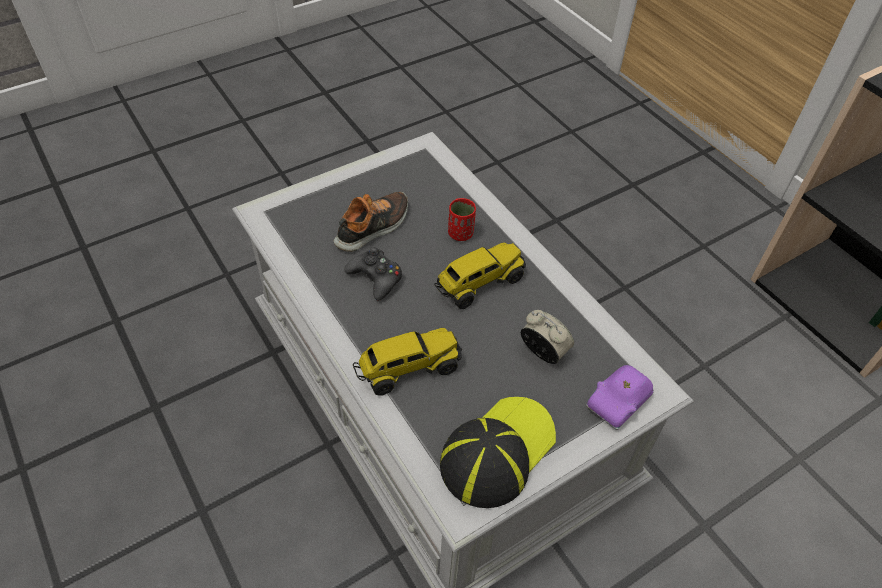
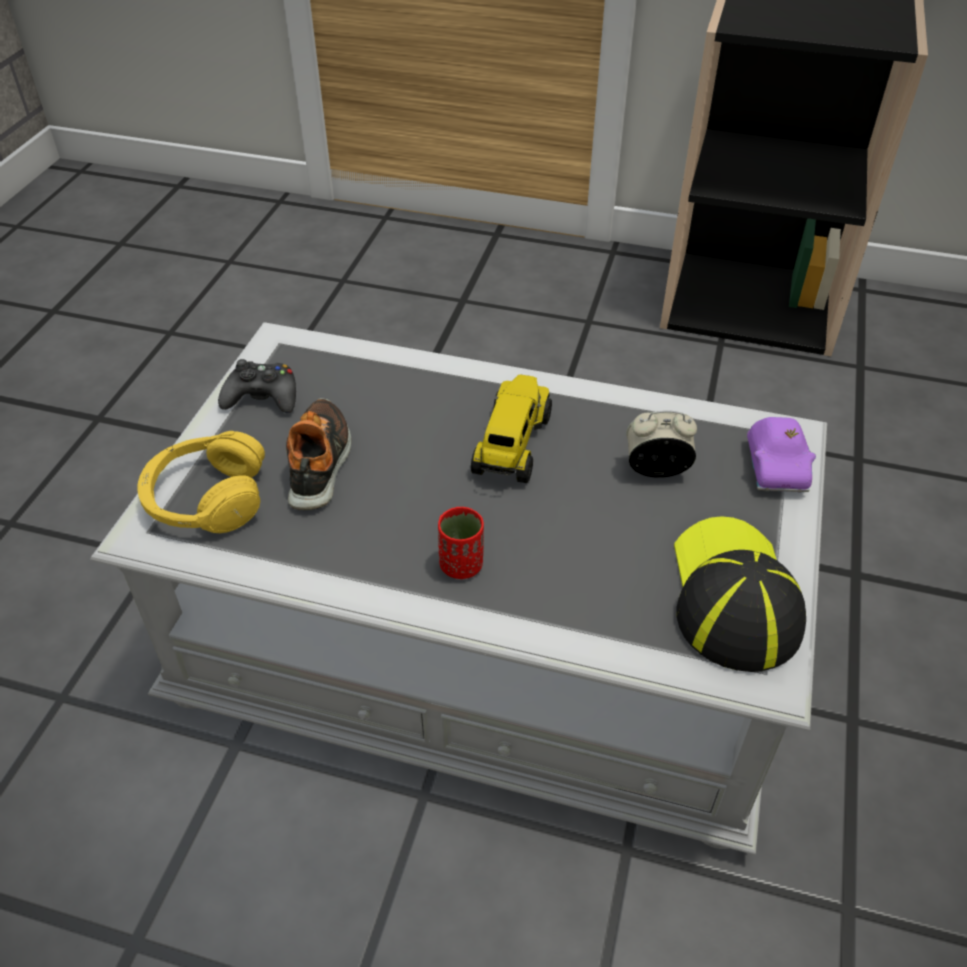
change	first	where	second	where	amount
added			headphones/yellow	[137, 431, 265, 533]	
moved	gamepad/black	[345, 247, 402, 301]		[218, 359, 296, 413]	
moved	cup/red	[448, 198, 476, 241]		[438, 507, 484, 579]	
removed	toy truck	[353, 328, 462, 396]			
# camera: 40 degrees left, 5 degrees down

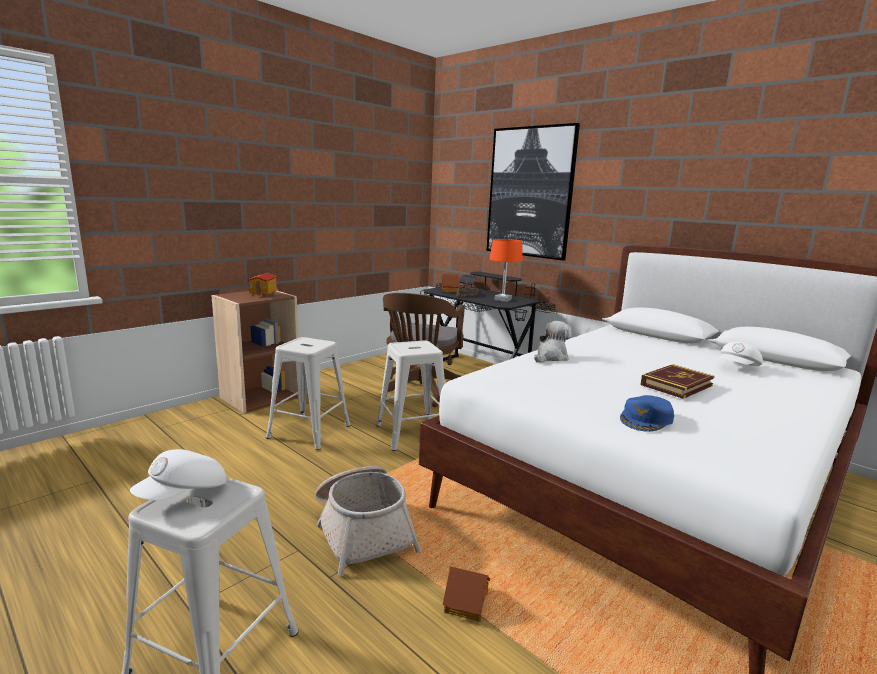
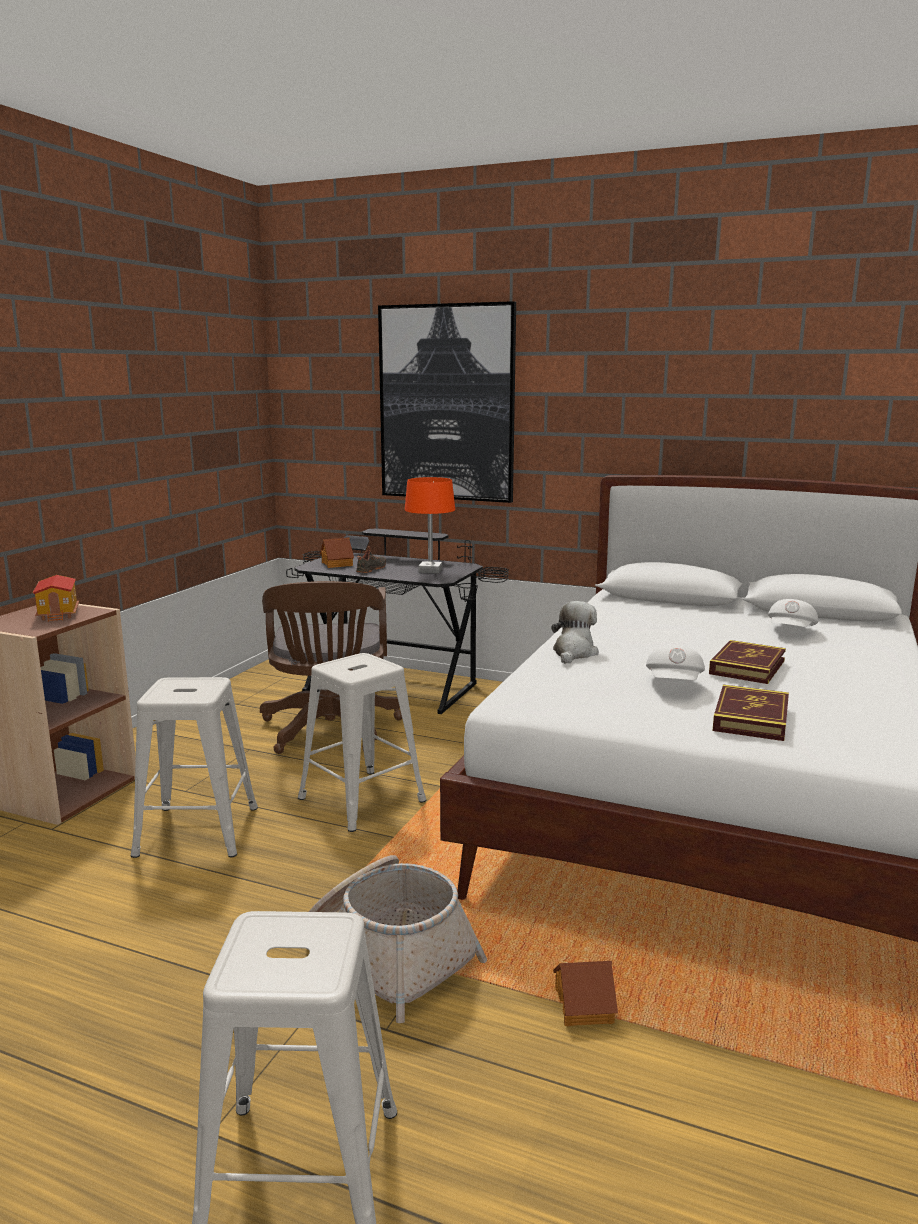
change	first	where	second	where	amount
moved	baseball cap/white	[130, 449, 227, 501]		[646, 645, 705, 680]	
replaced	baseball cap/blue-coloured	[620, 395, 674, 432]	book	[713, 685, 789, 741]	
# camera: 20 degrees left, 0 degrees up

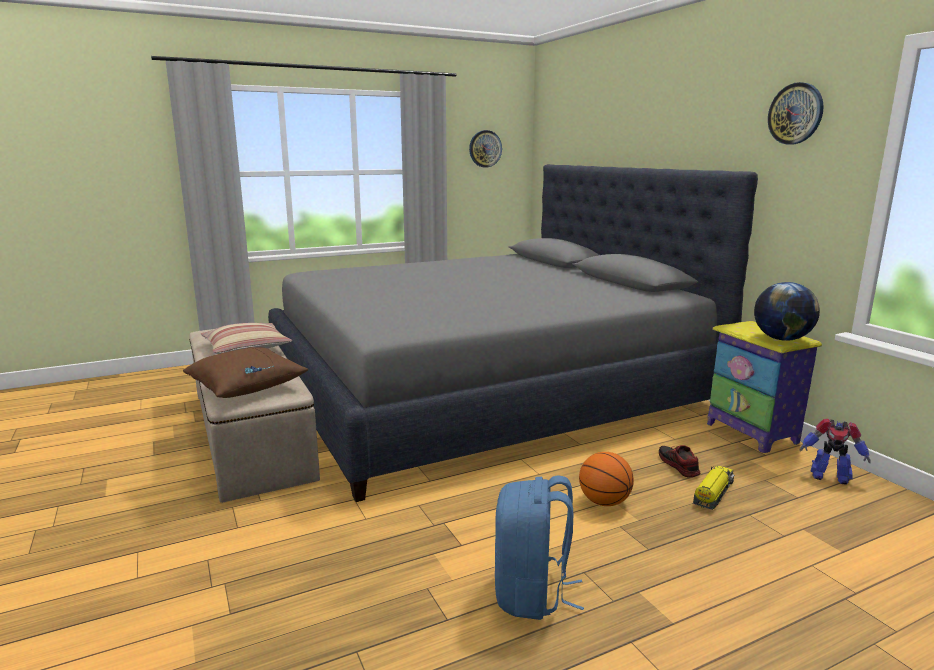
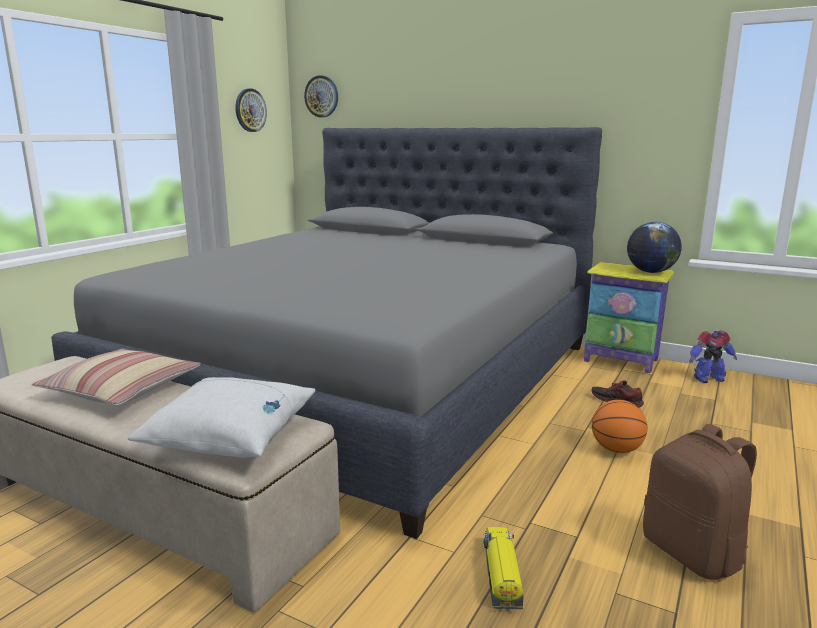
change	first	where	second	where	amount
recoloured	cushion/brownish	[183, 347, 308, 398]	cushion/grey	[128, 377, 315, 458]	
moved	clock on the wall	[768, 82, 824, 144]		[304, 75, 338, 117]	
moved	toy truck	[693, 466, 735, 510]		[483, 527, 524, 610]	
recoloured	knapsack/blue-coloured	[495, 476, 584, 620]	knapsack/brownish	[643, 424, 757, 580]	
# camera: 35 degrees left, 0 degrees up

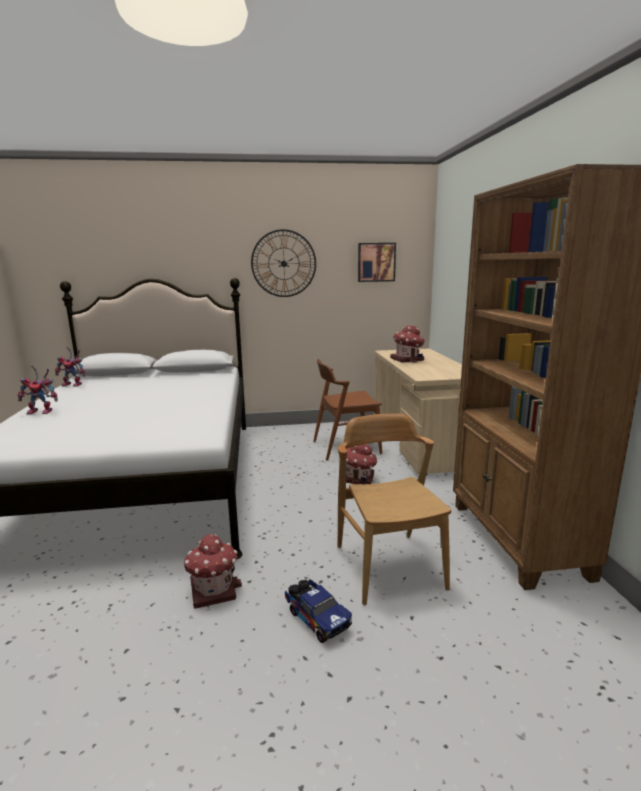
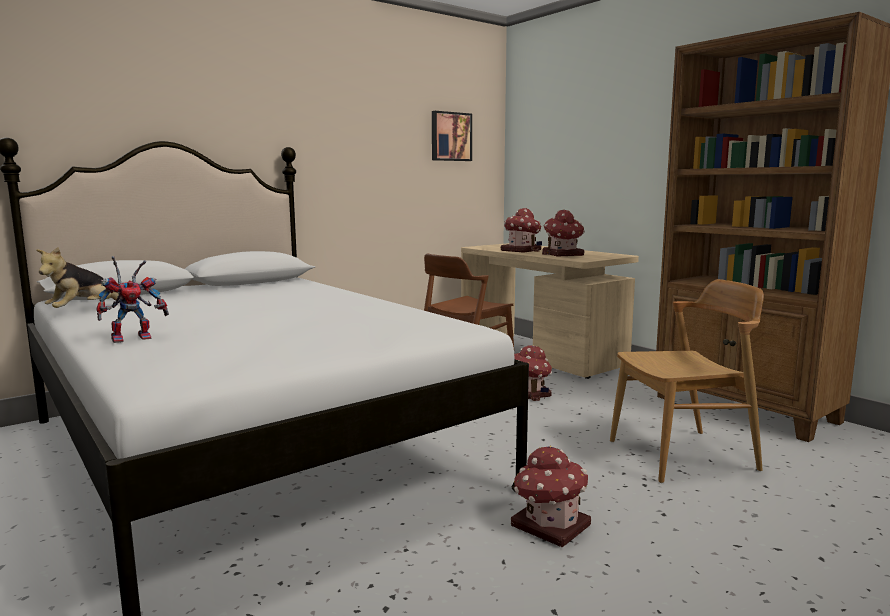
change	first	where	second	where	amount
replaced	toy robot	[55, 347, 85, 387]	cuddly toy	[36, 247, 120, 308]	
added			toy house	[542, 209, 585, 257]	
turned	chair/brownish	[338, 413, 451, 605]		[610, 279, 764, 483]	120 degrees clockwise
removed	clock on the wall	[251, 229, 316, 297]			
removed	toy truck	[285, 579, 352, 643]			
# camera: 30 degrees left, 5 degrees down

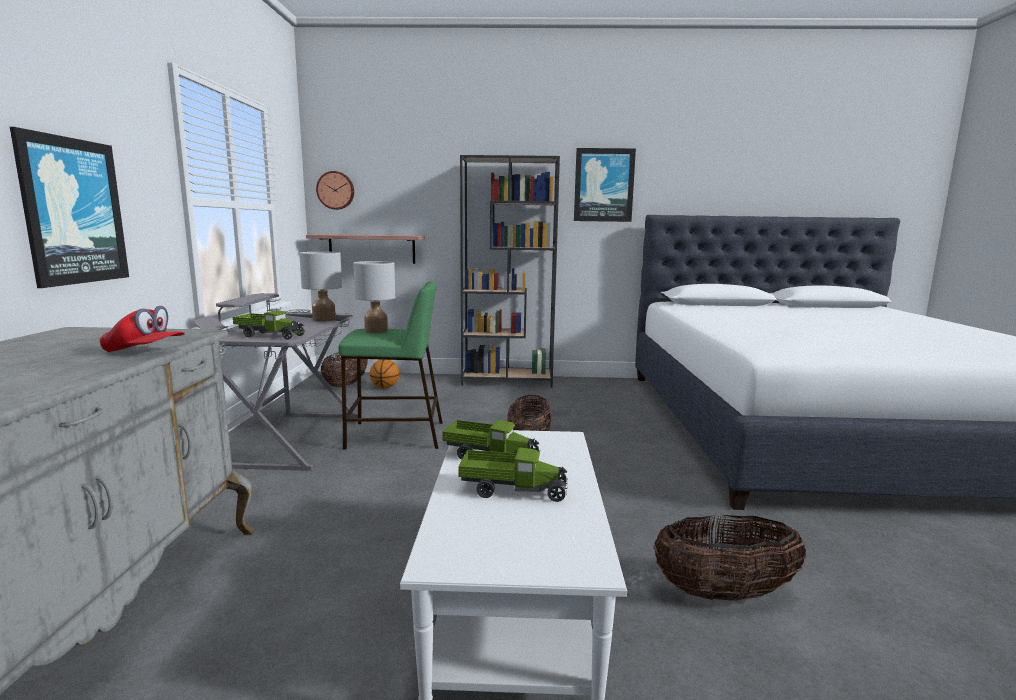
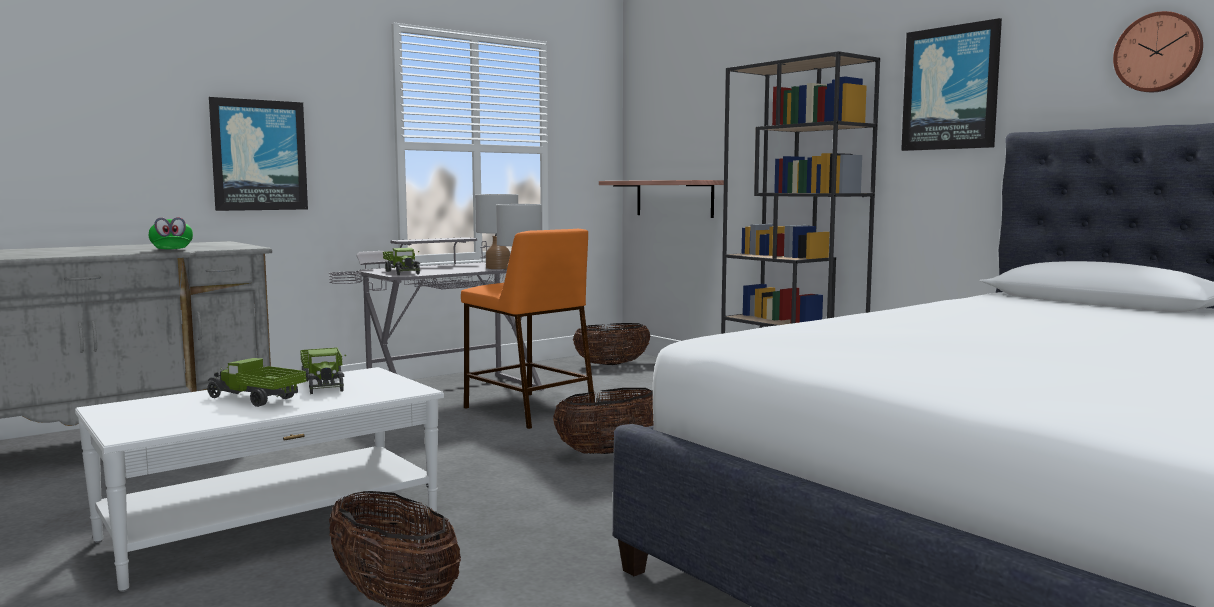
change	first	where	second	where	amount
recoloured	baseball cap/red	[100, 306, 185, 352]	baseball cap/green-coloured	[149, 217, 193, 249]	
turned	toy truck	[458, 447, 568, 502]		[207, 358, 306, 407]	150 degrees clockwise
recoloured	stool seat/green-coloured	[338, 281, 443, 450]	stool seat/orangey	[461, 229, 596, 429]	
moved	clock on the wall	[316, 171, 354, 210]		[1113, 11, 1203, 92]	
removed	ball for basketball	[370, 359, 399, 388]			
# camera: 50 degrees right, 5 degrees down

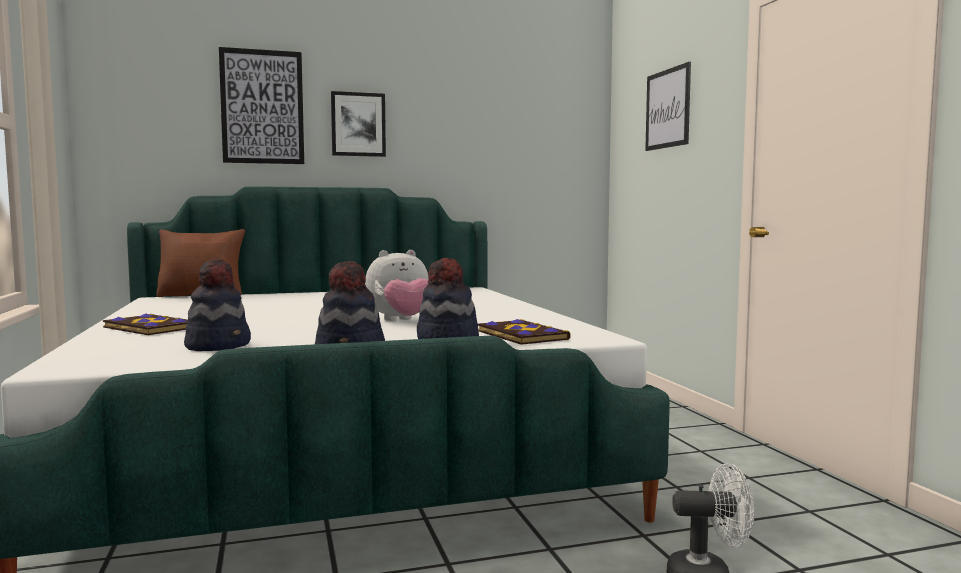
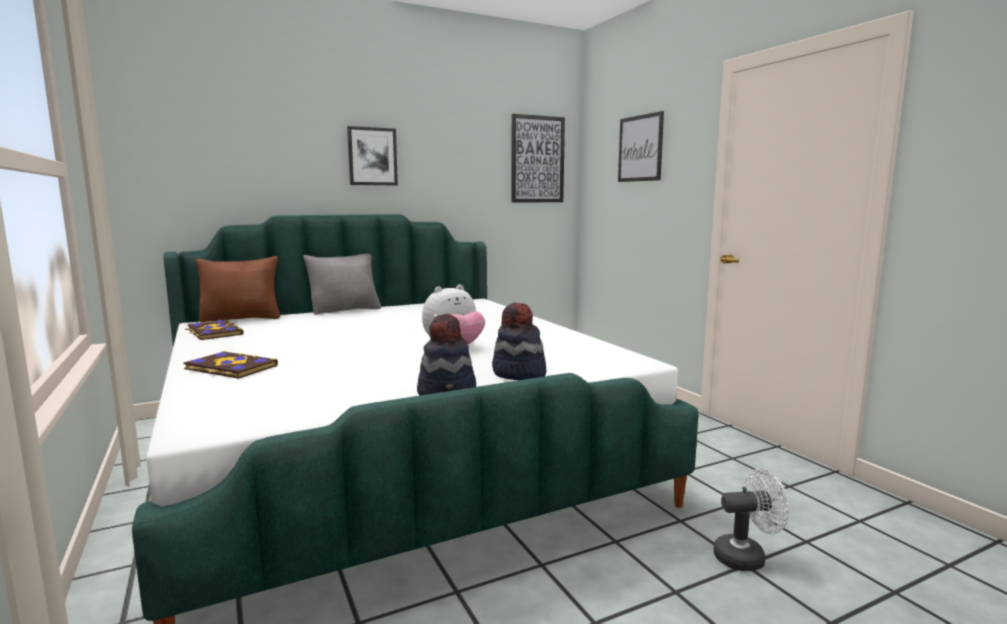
change	first	where	second	where	amount
moved	book	[478, 319, 571, 345]		[185, 319, 244, 340]	
added			cushion/grey	[303, 254, 381, 315]	
moved	wall art	[219, 47, 304, 164]		[511, 114, 565, 202]	
removed	clothing hat	[184, 259, 251, 351]			
# camera: 10 degrees left, 5 degrees up

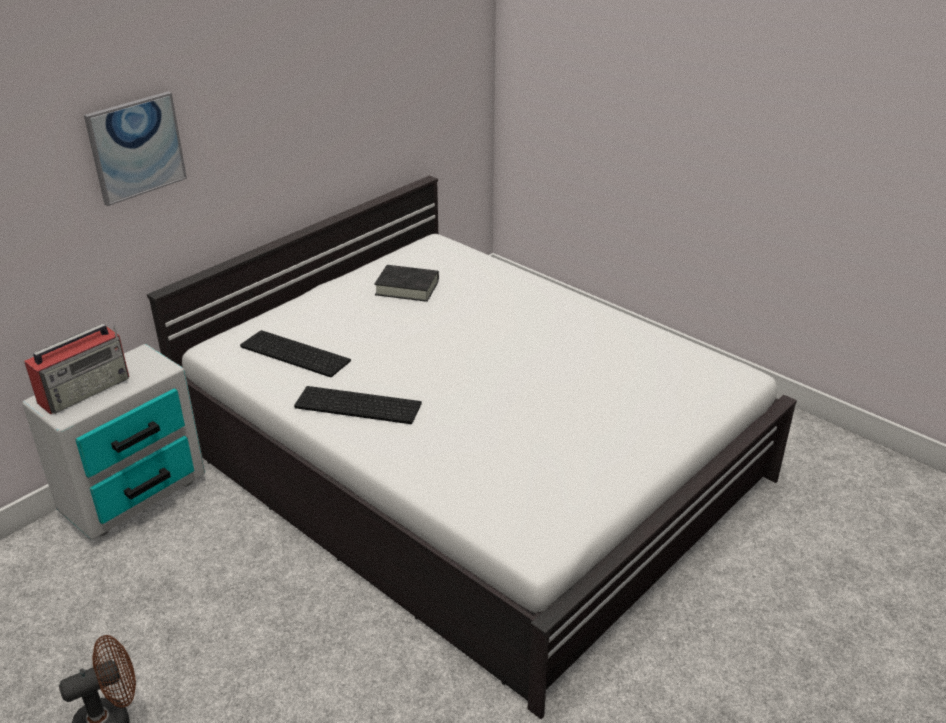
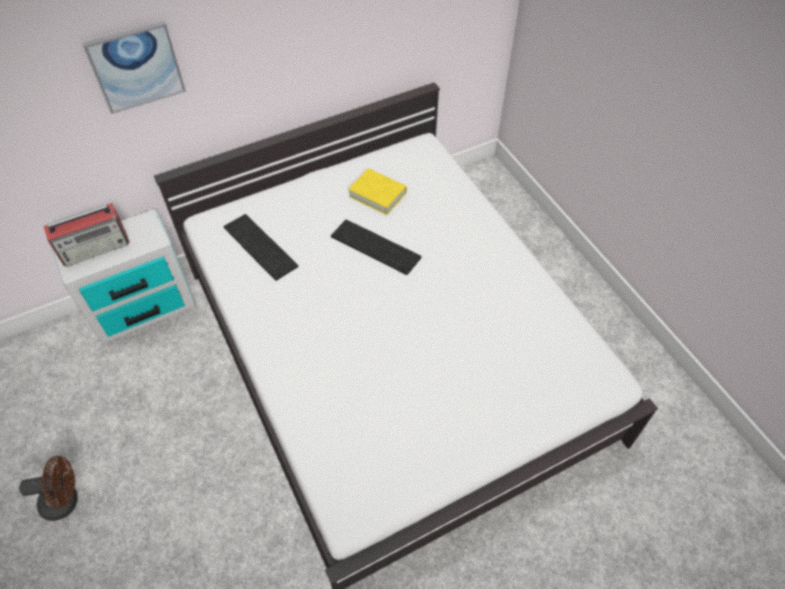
change	first	where	second	where	amount
moved	computer keyboard	[294, 386, 422, 424]		[331, 219, 422, 275]	
recoloured	book/black	[374, 265, 439, 302]	book/yellow	[348, 168, 407, 215]	
# camera: 20 degrees right, 20 degrees up

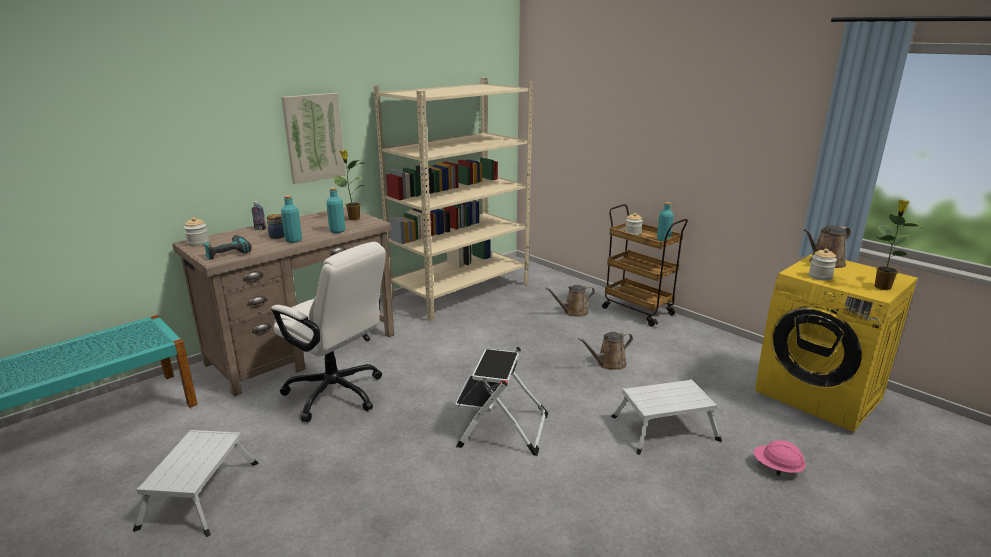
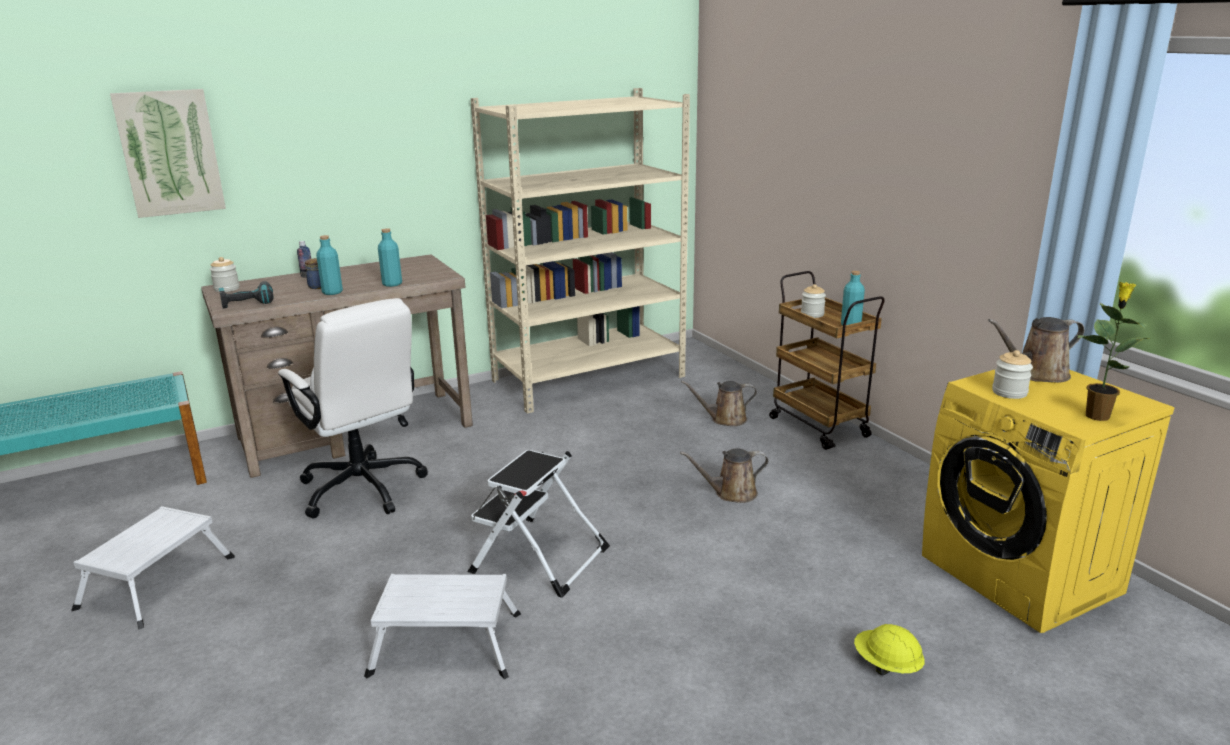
change	first	where	second	where	amount
moved	wall art	[281, 93, 346, 184]		[110, 89, 226, 218]	
moved	step stool/white	[611, 379, 722, 455]		[364, 574, 521, 679]	
recoloured	safety helmet/pink-coloured	[754, 440, 806, 476]	safety helmet/yellow	[854, 624, 925, 675]	
removed	plant in a pot	[333, 150, 365, 220]			
# camera: 15 degrees right, 0 degrees up

